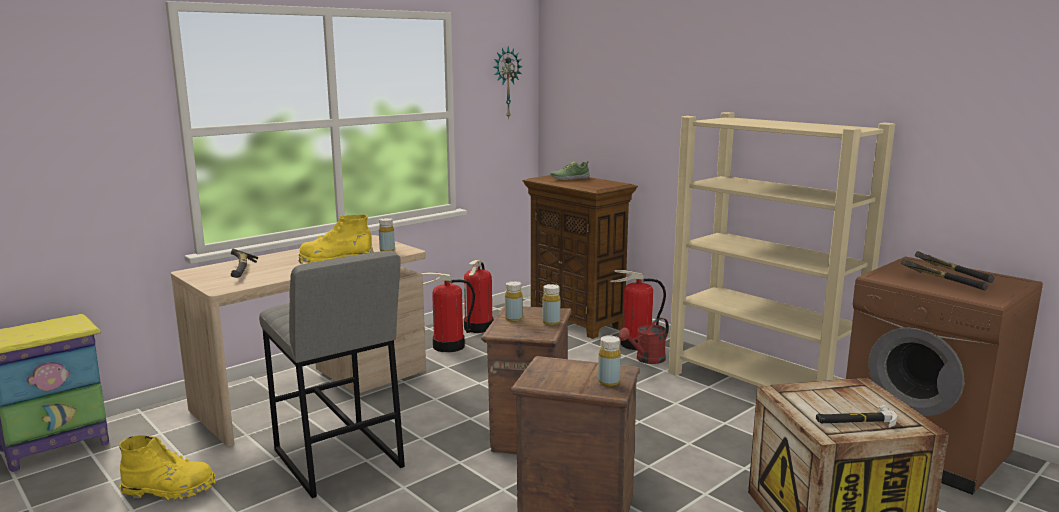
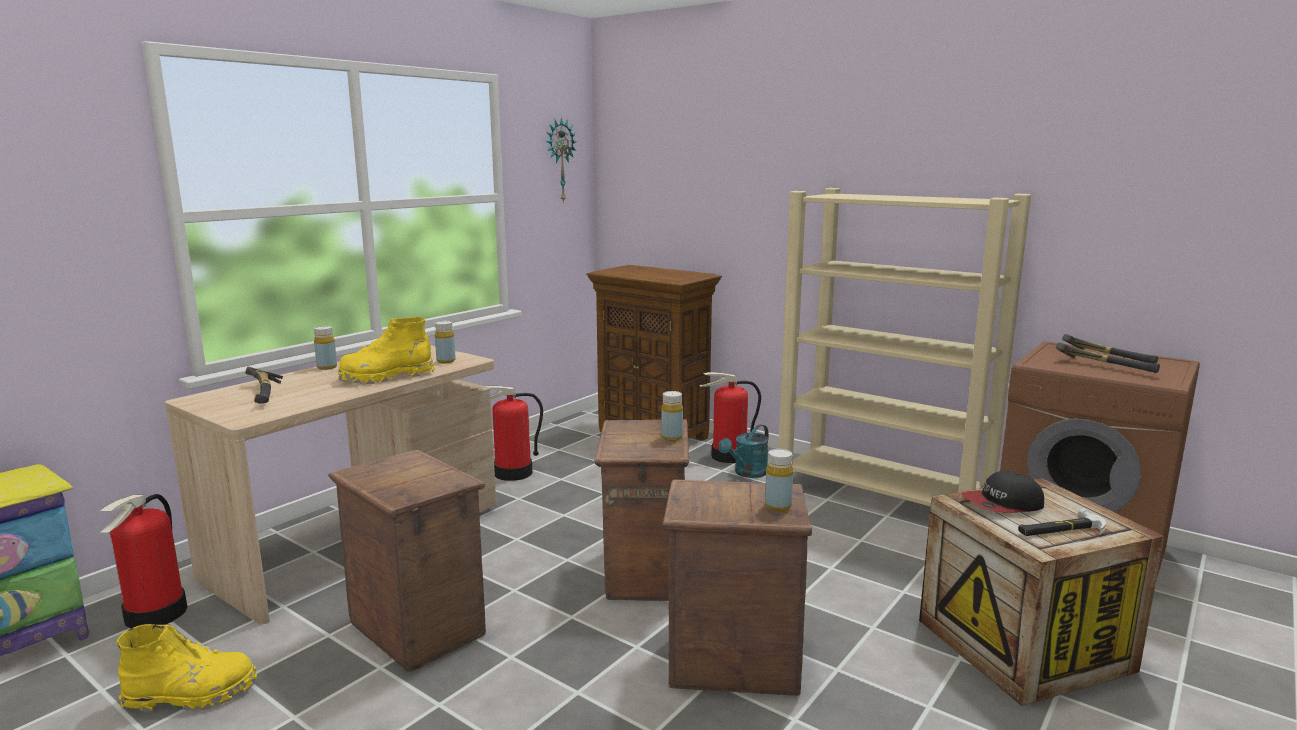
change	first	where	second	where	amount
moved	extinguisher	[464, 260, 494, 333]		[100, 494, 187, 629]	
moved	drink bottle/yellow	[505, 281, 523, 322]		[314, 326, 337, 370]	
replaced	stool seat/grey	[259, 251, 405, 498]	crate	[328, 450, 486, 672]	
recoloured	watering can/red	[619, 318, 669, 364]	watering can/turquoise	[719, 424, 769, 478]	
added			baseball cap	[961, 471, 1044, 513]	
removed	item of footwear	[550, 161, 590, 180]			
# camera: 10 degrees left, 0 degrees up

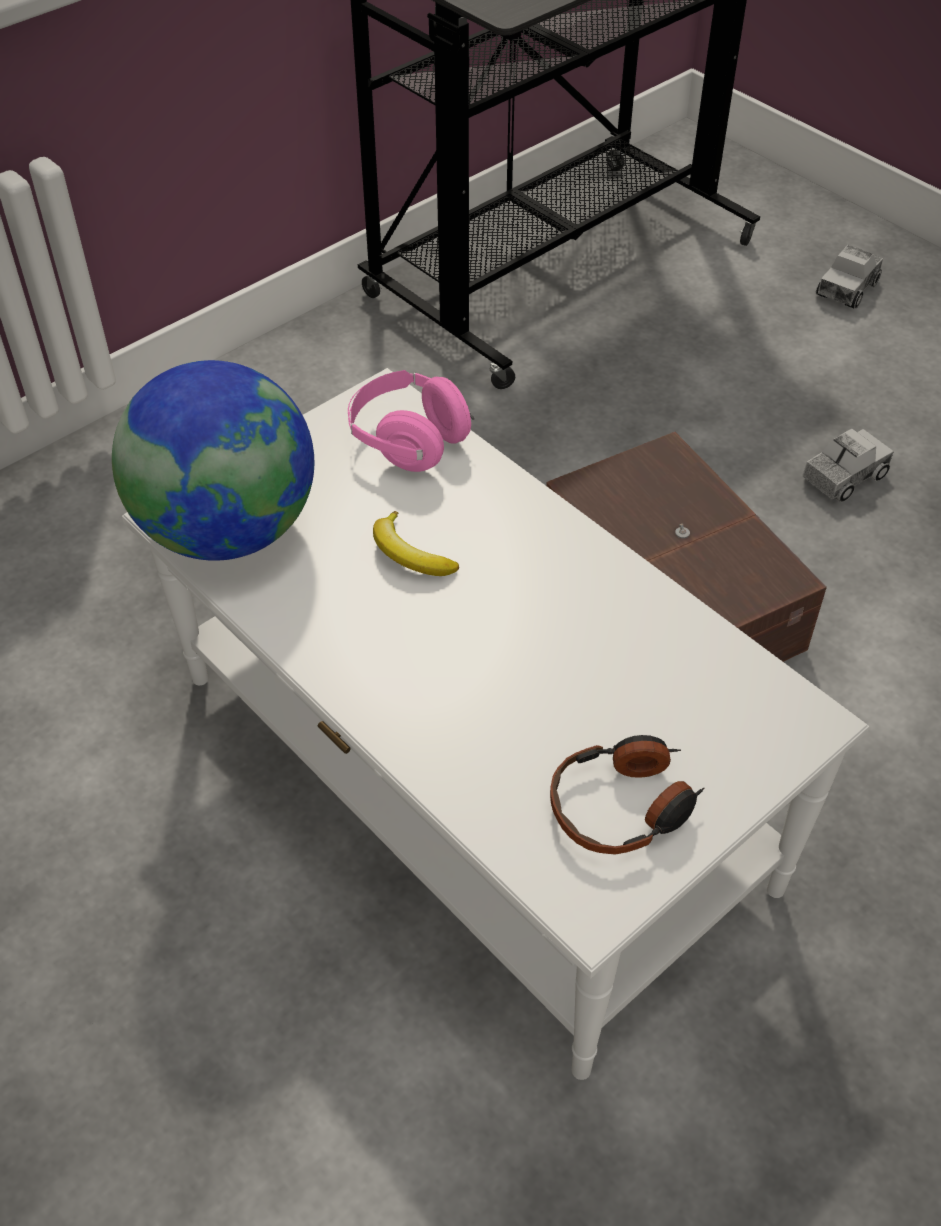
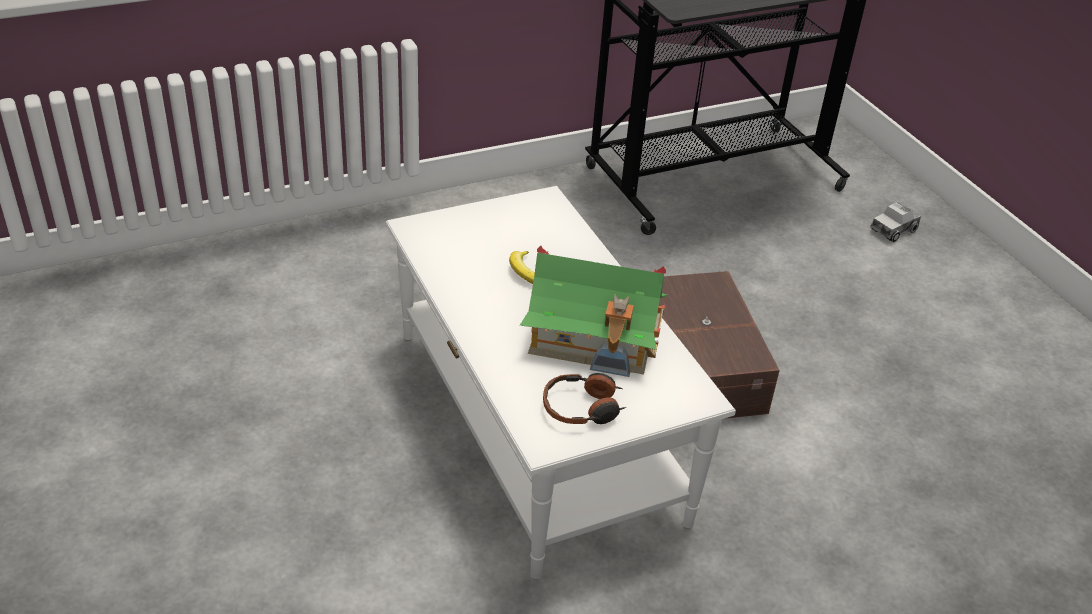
change	first	where	second	where	amount
added			toy house	[520, 246, 668, 377]	
removed	desk globe	[112, 360, 314, 561]			
removed	headphones/pink-coloured	[348, 370, 474, 472]			
removed	toy truck	[802, 429, 894, 502]			
# camera: 15 degrees right, 10 degrees down

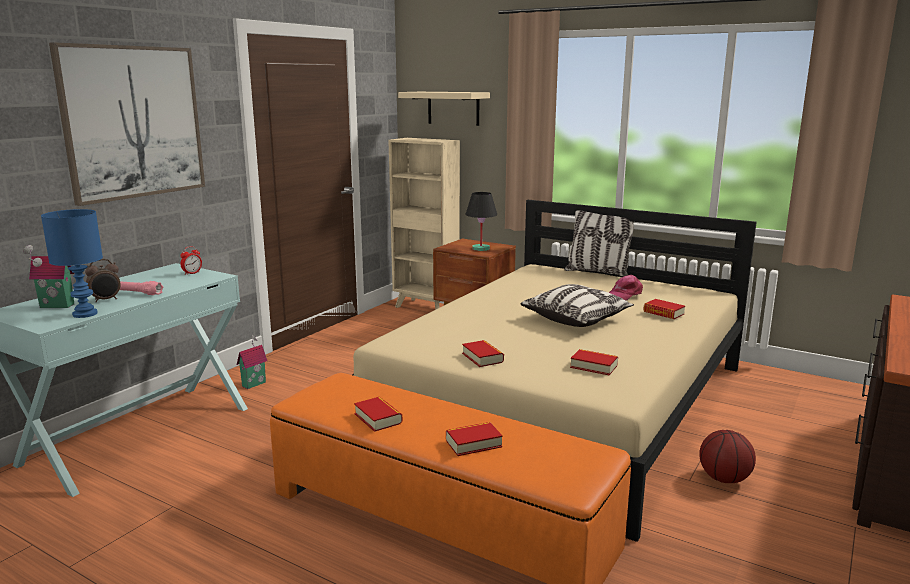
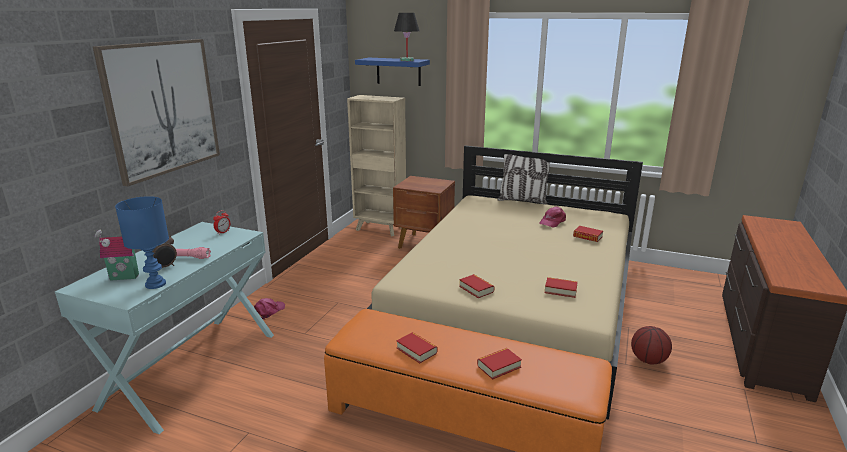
change	first	where	second	where	amount
replaced	toy house	[237, 334, 267, 389]	baseball cap/pink-coloured	[254, 298, 285, 319]	
recoloured	wall shelf/beige-coloured	[398, 92, 490, 126]	wall shelf/blue-coloured	[355, 58, 430, 86]	
moved	table lamp/black	[465, 192, 497, 251]		[394, 13, 419, 61]	
removed	cushion	[520, 284, 634, 327]			
# camera: 10 degrees left, 5 degrees up

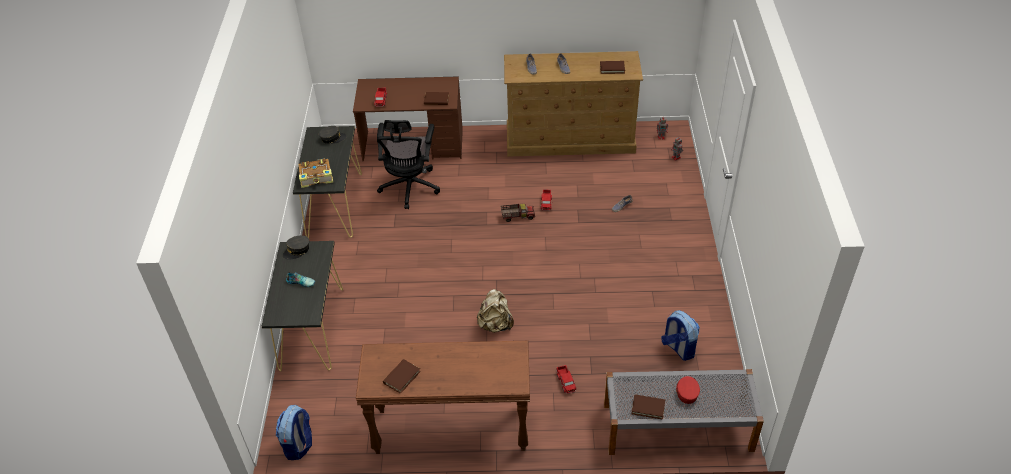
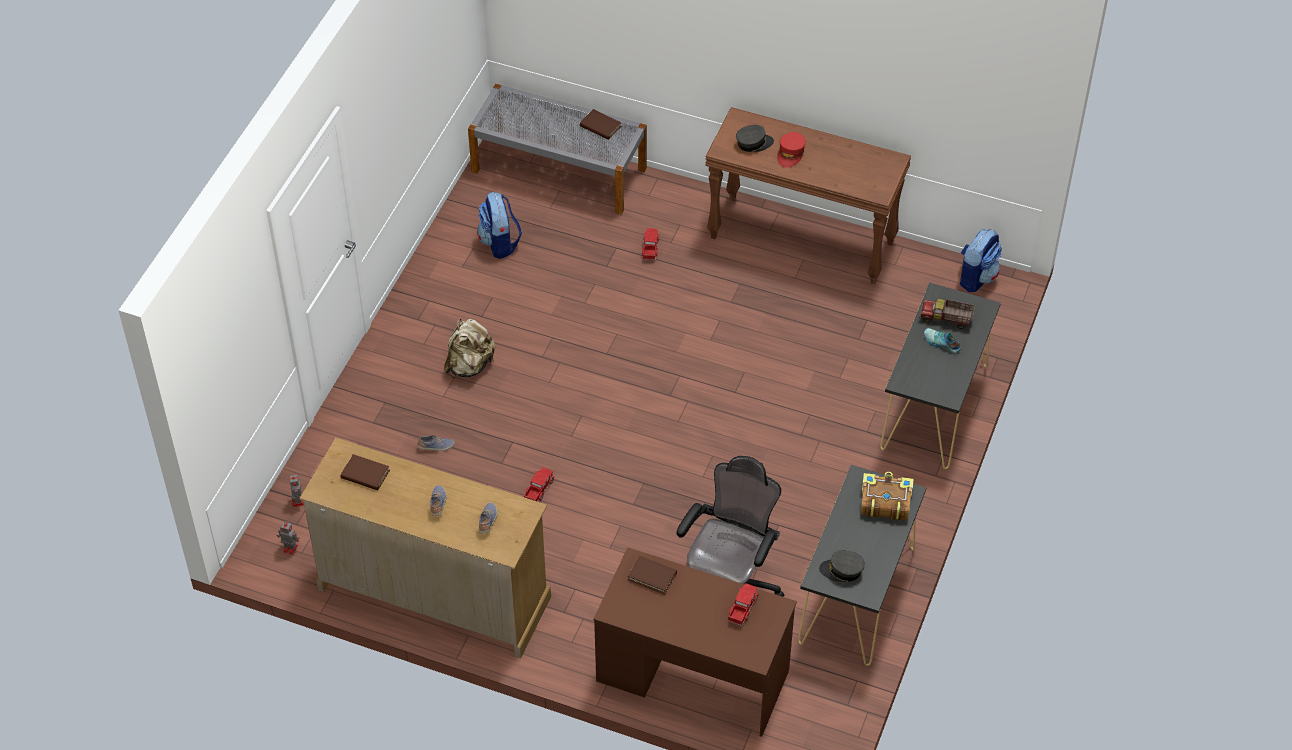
change	first	where	second	where	amount
moved	knapsack/beige-coloured	[477, 289, 514, 333]		[444, 319, 495, 378]	
moved	baseball cap/grey	[282, 235, 309, 260]		[736, 125, 774, 152]	
moved	baseball cap/red	[676, 376, 700, 404]		[777, 132, 806, 168]	
moved	toy truck	[501, 204, 535, 222]		[919, 299, 975, 329]	
removed	book/brownish	[383, 359, 421, 394]			
# camera: 160 degrees left, 5 degrees up

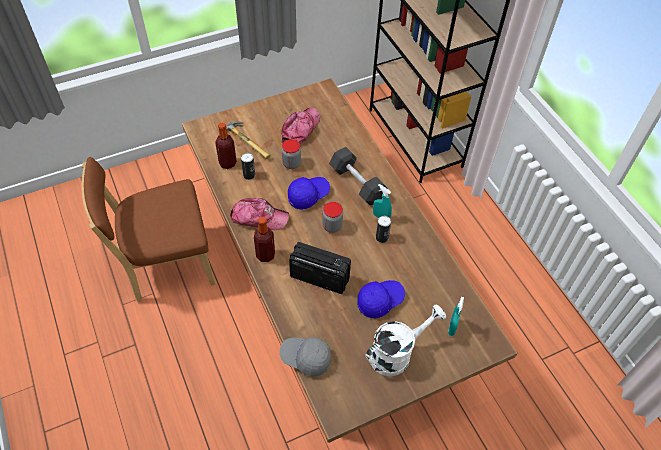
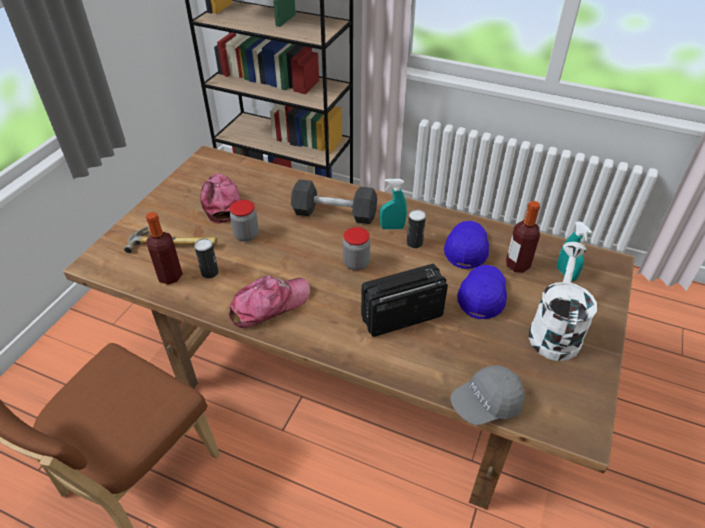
change	first	where	second	where	amount
moved	baseball cap/blue-coloured	[288, 177, 330, 210]		[444, 221, 489, 269]	
moved	drink bottle	[254, 217, 275, 262]		[506, 201, 540, 273]	
# camera: 40 degrees left, 10 degrees down

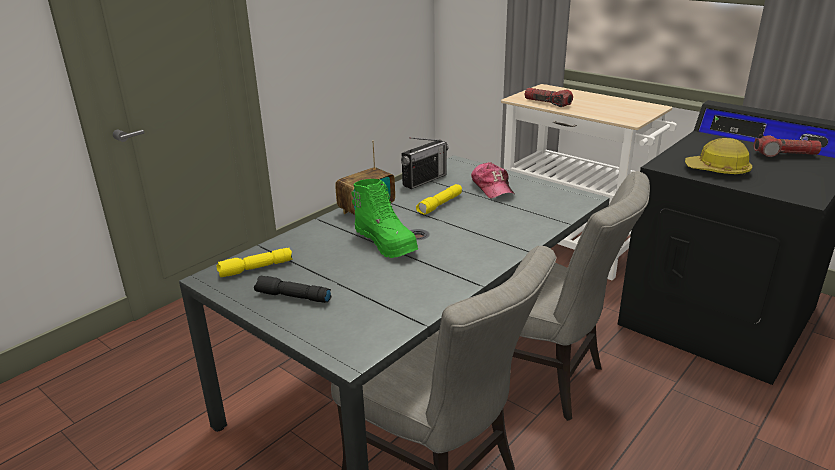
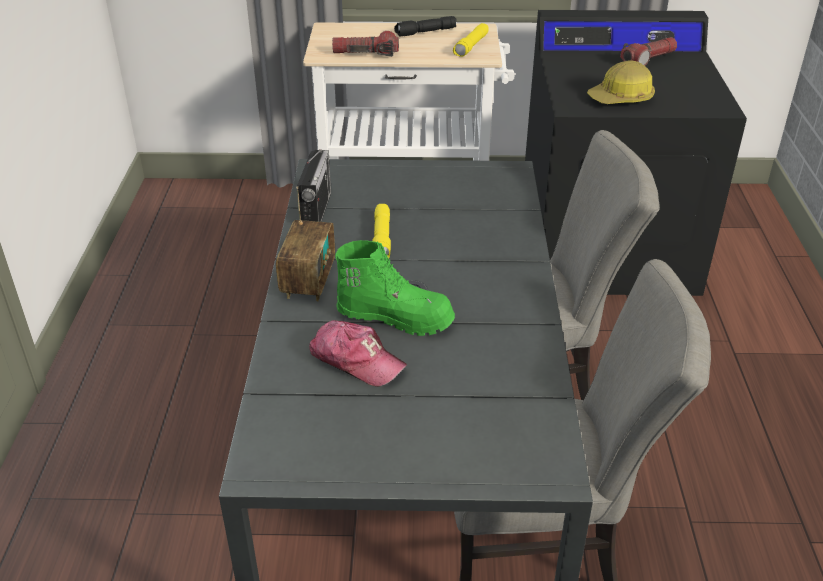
change	first	where	second	where	amount
moved	baseball cap	[471, 162, 515, 199]		[309, 320, 407, 387]	
moved	torch/black	[254, 276, 331, 303]		[394, 16, 457, 36]	
moved	torch/yellow	[216, 248, 293, 277]		[453, 23, 489, 57]	
# camera: 40 degrees left, 10 degrees up

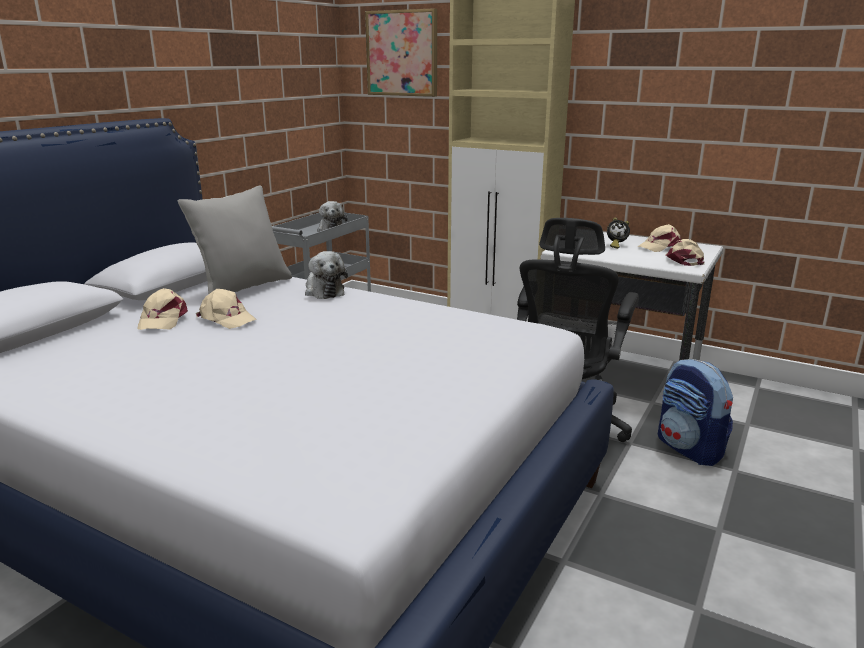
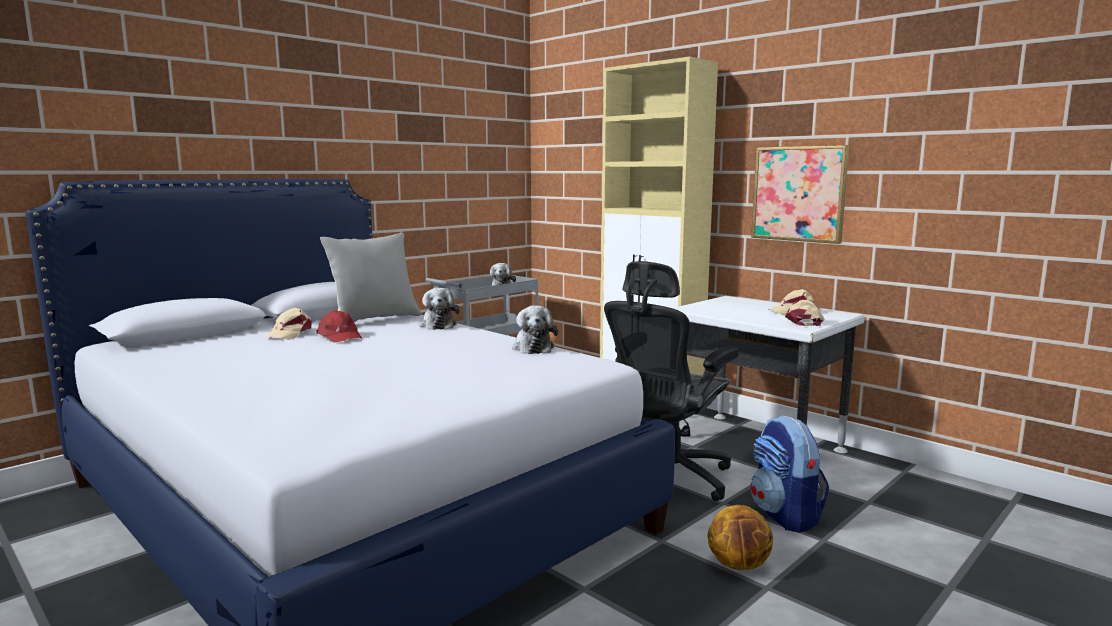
change	first	where	second	where	amount
recoloured	baseball cap/beige-coloured	[196, 289, 257, 329]	baseball cap/red	[316, 310, 362, 343]	
added			cuddly toy	[512, 305, 558, 354]	
added			ball for basketball	[708, 505, 773, 570]	
moved	wall art	[365, 8, 437, 97]		[751, 145, 849, 244]	
removed	table clock	[607, 217, 630, 249]			
# camera: 15 degrees right, 10 degrees down

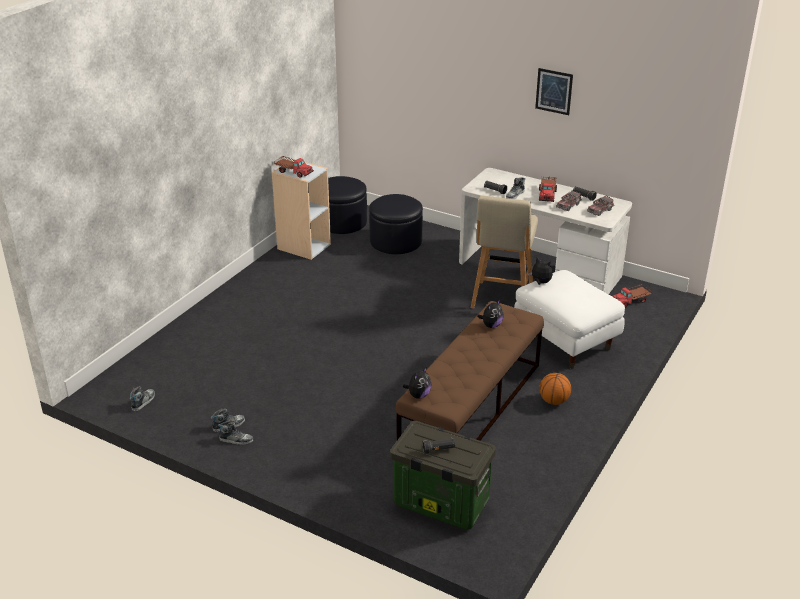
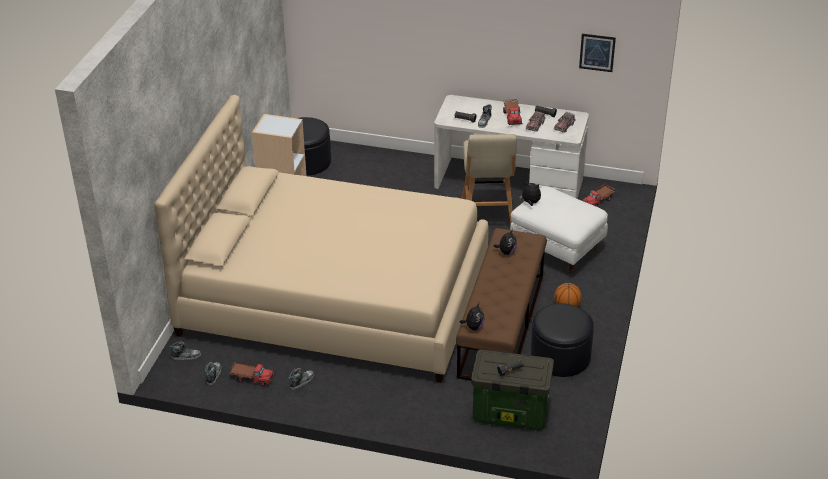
change	first	where	second	where	amount
added			bed/beige-coloured	[154, 95, 489, 383]	
moved	item of footwear	[218, 420, 253, 445]		[170, 341, 201, 360]	
moved	toy truck	[274, 156, 314, 178]		[230, 360, 275, 386]	
moved	pouffe/black	[369, 194, 423, 254]		[531, 303, 594, 377]	
moved	wall art	[535, 68, 573, 115]		[579, 34, 616, 72]	
# camera: 15 degrees left, 5 degrees up

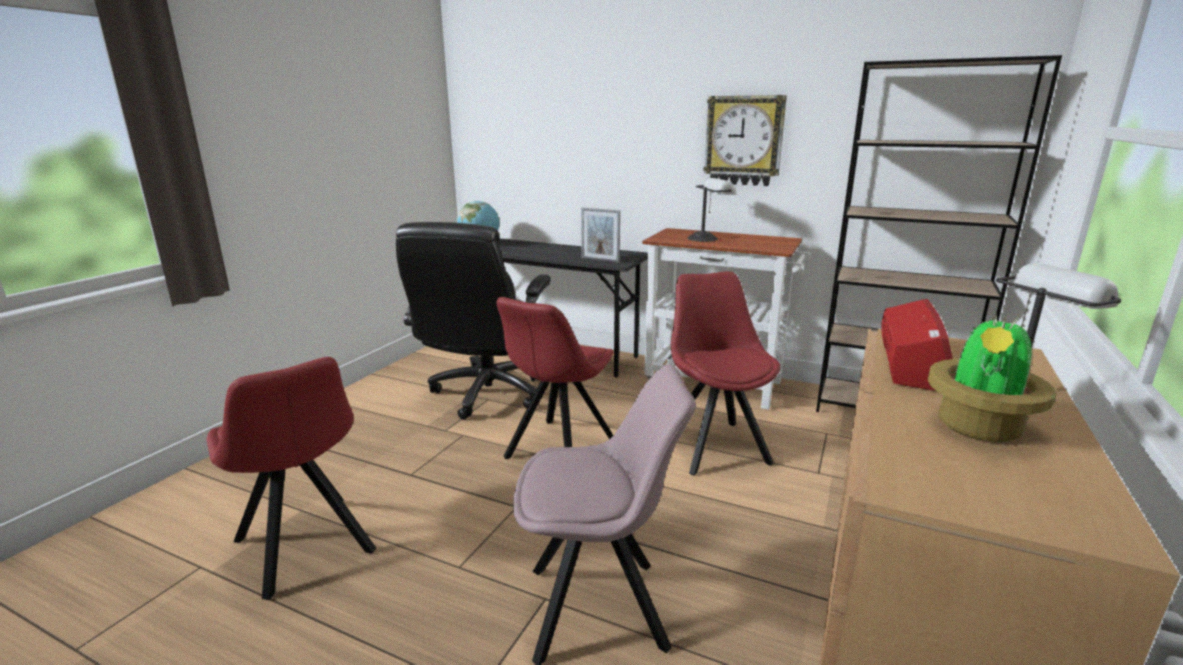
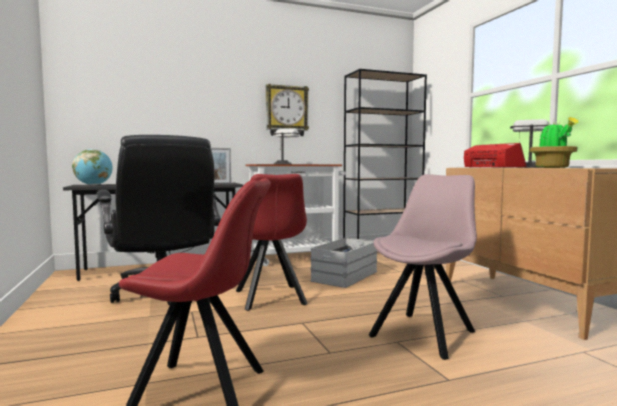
change	first	where	second	where	amount
replaced	chair/red	[671, 271, 780, 475]	storage box/grey	[310, 238, 377, 288]	
# camera: 45 degrees left, 15 degrees down

